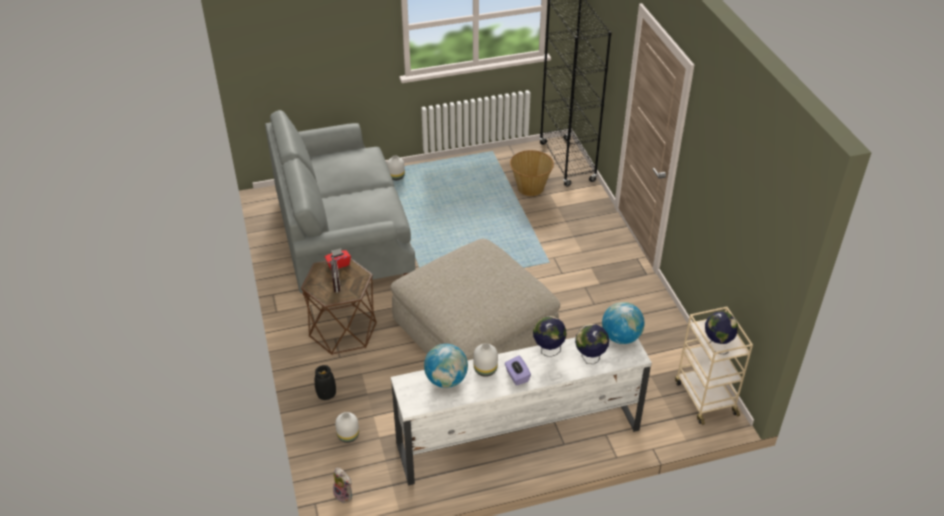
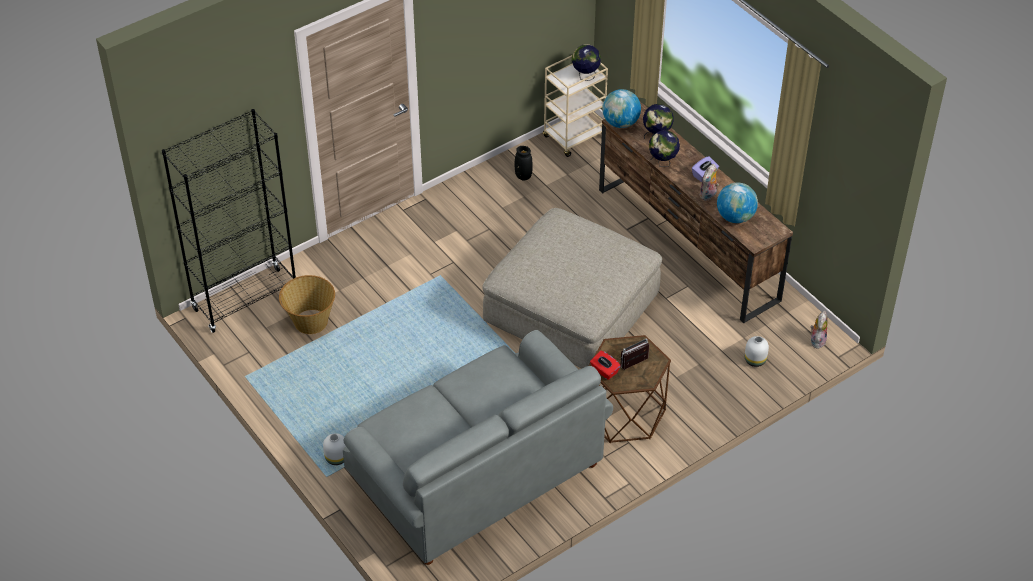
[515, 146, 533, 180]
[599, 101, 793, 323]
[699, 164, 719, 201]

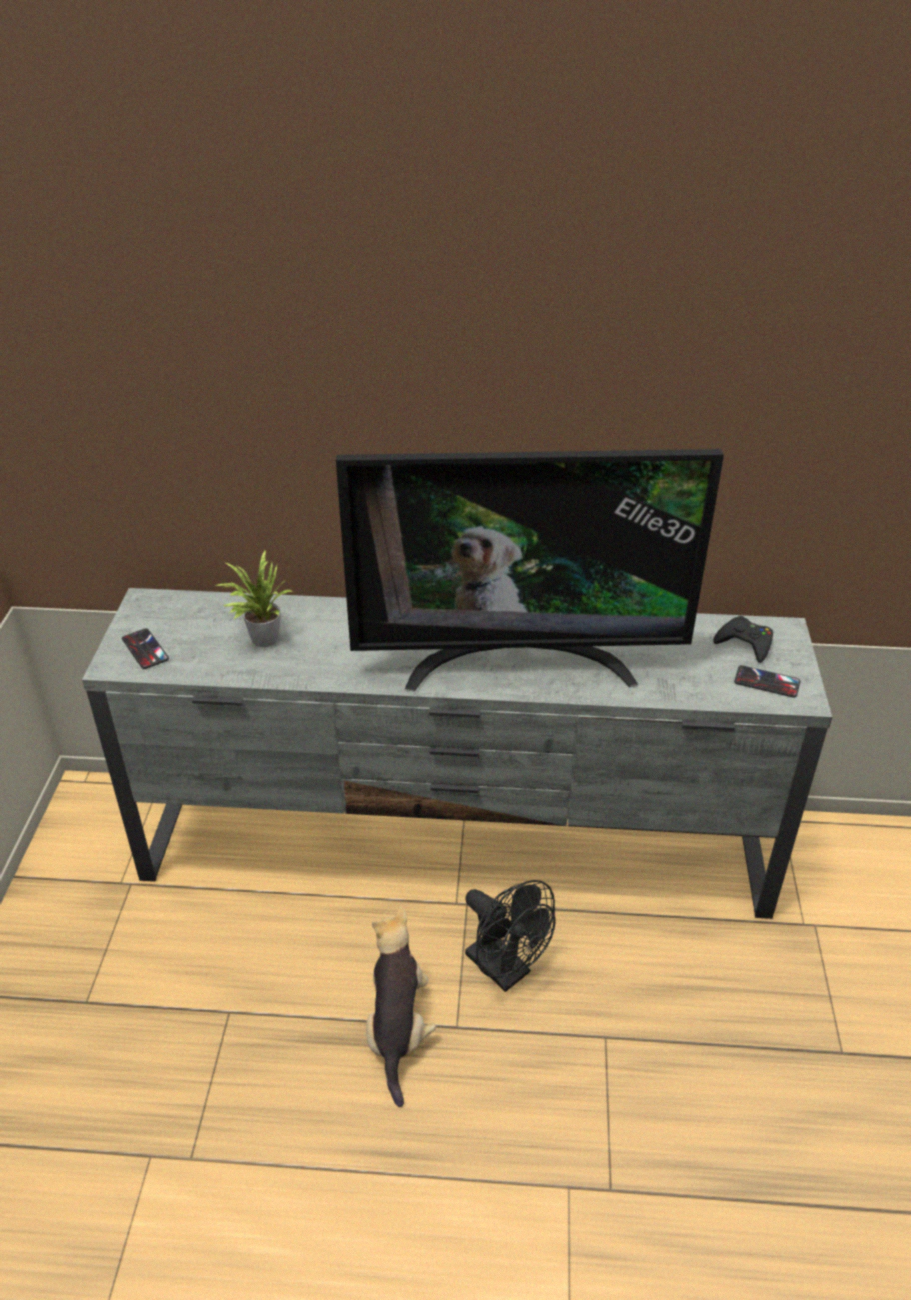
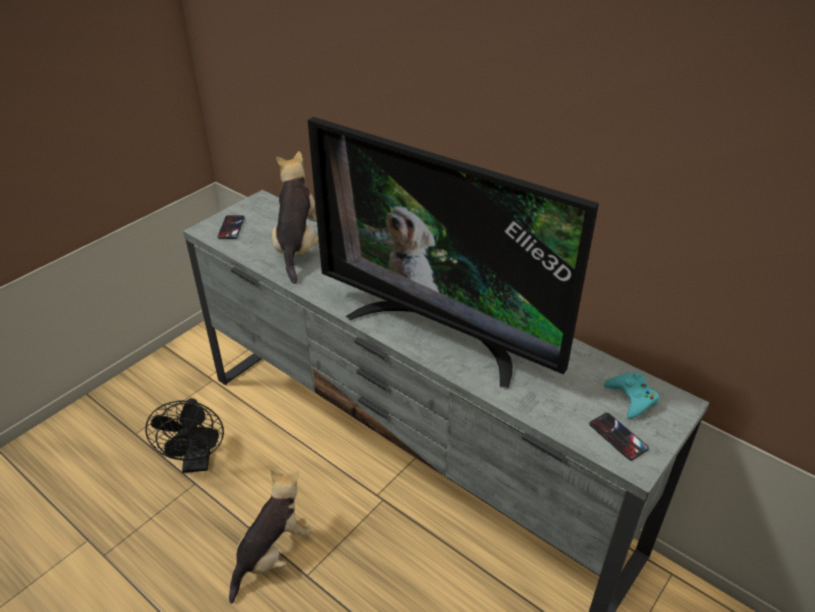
[145, 398, 224, 473]
[272, 151, 319, 284]
[604, 373, 659, 419]

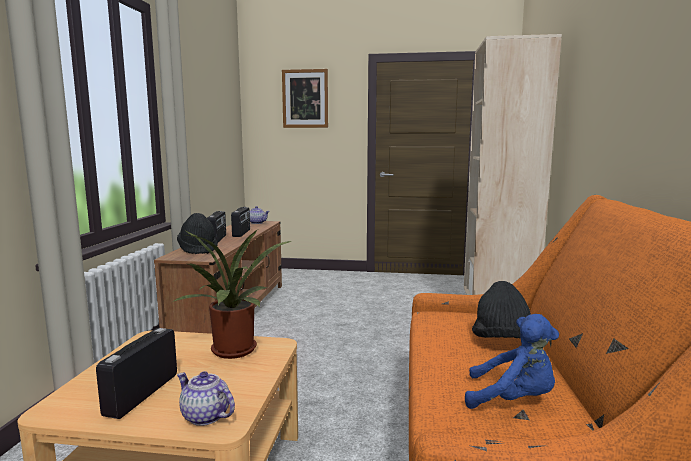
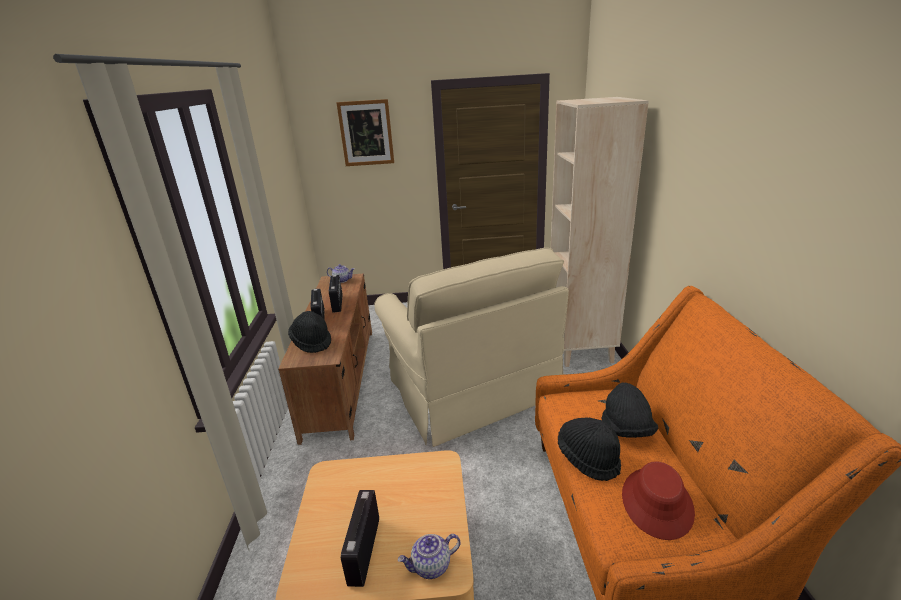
[374, 248, 569, 447]
[398, 534, 460, 579]
[558, 418, 621, 481]
[622, 461, 695, 540]
[173, 230, 291, 359] (first image)

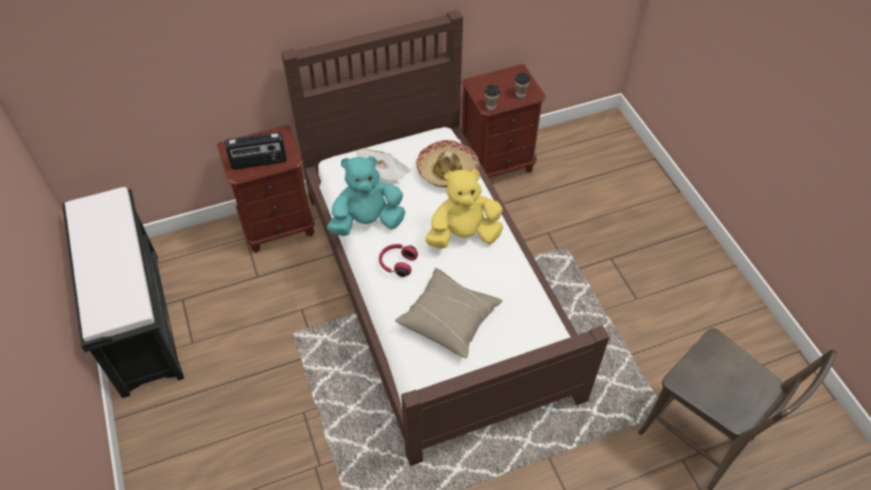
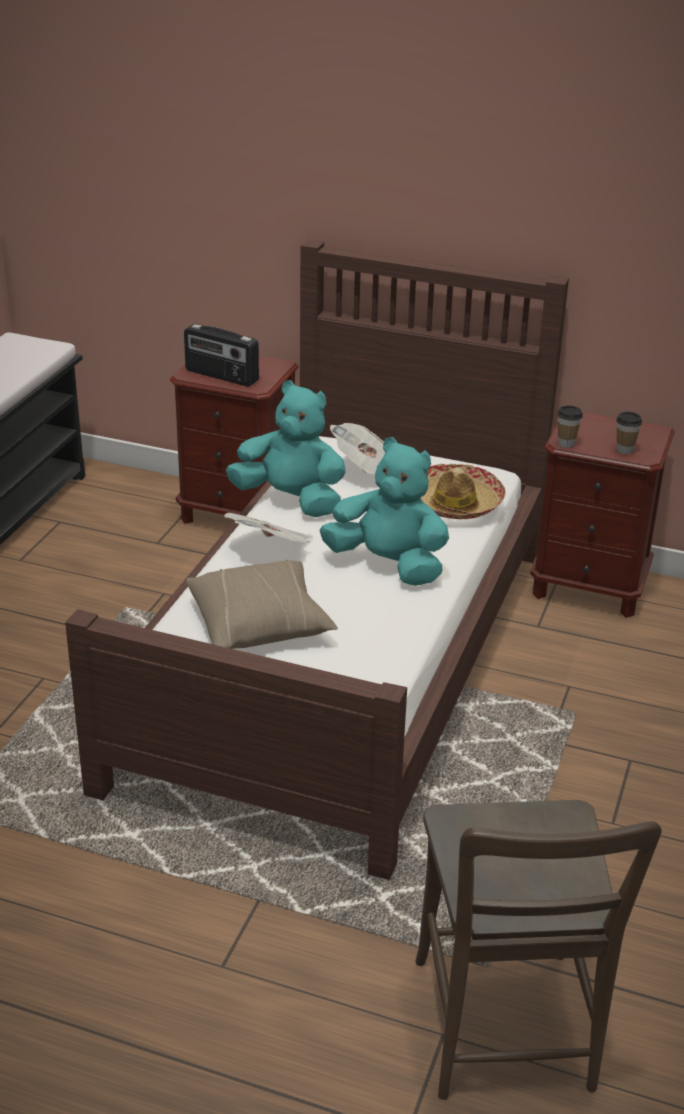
[224, 513, 313, 544]
[320, 437, 449, 586]

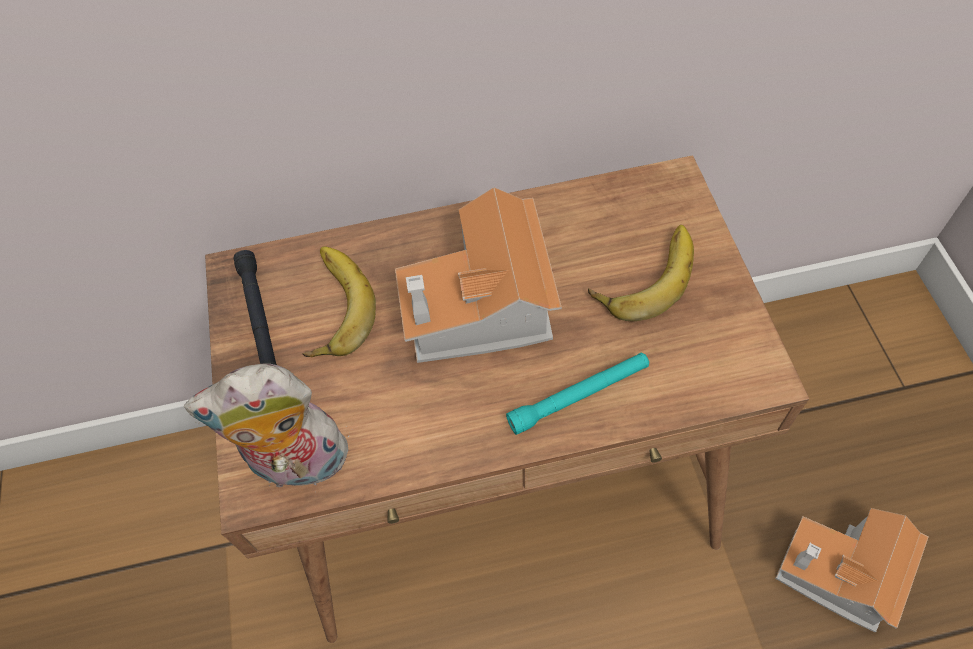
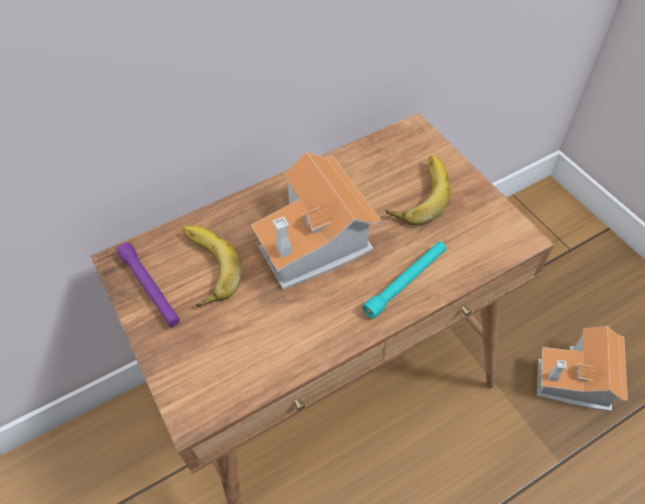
[117, 243, 180, 326]
[184, 363, 350, 492] (first image)

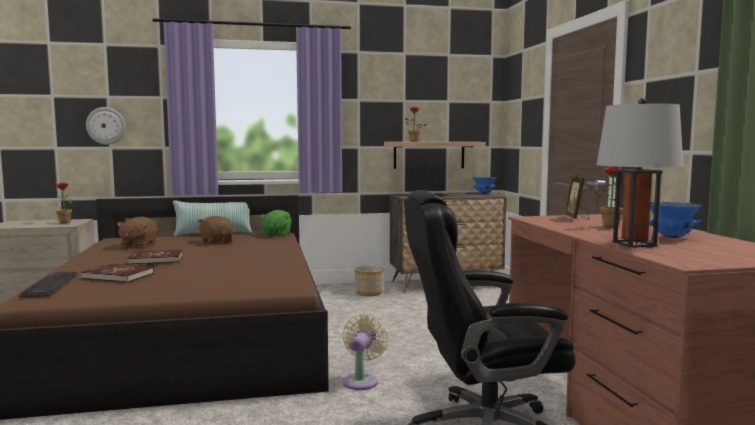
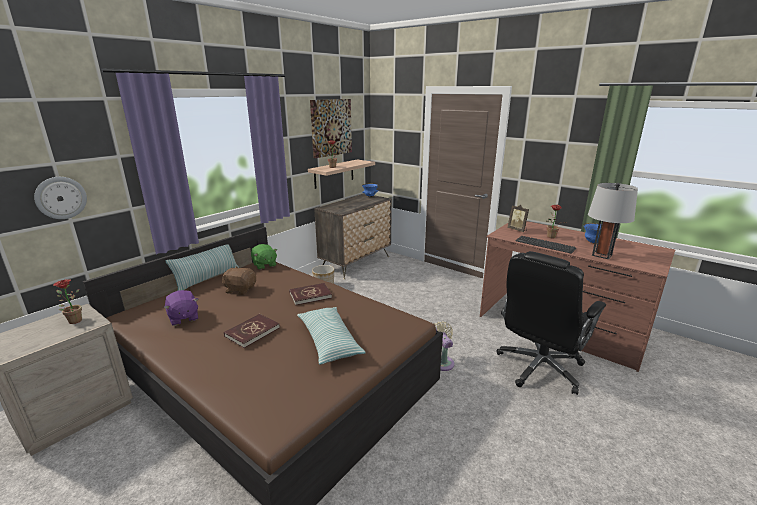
[164, 290, 198, 326]
[289, 283, 332, 305]
[297, 307, 366, 364]
[310, 99, 352, 158]
[516, 236, 576, 254]

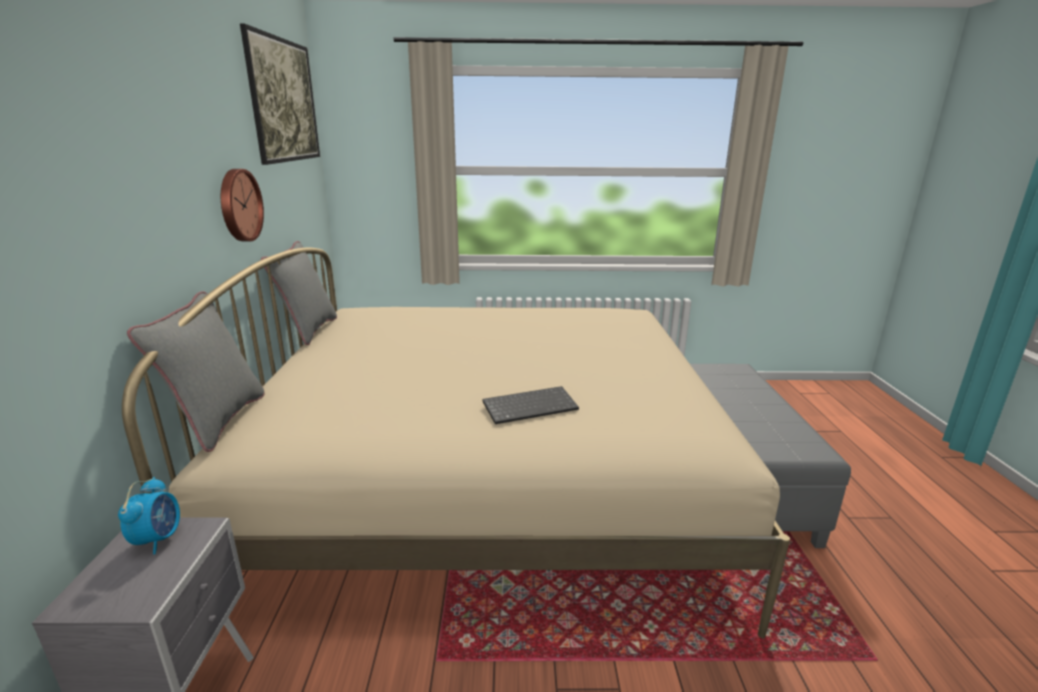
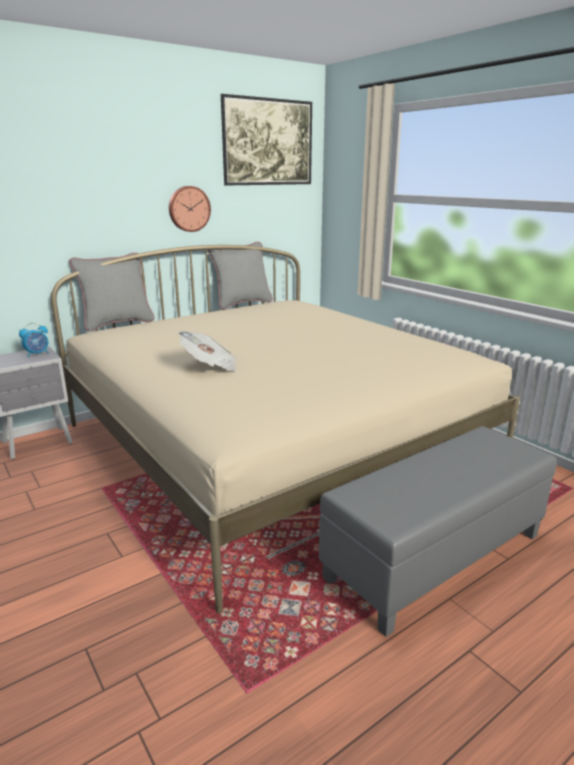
[178, 331, 237, 371]

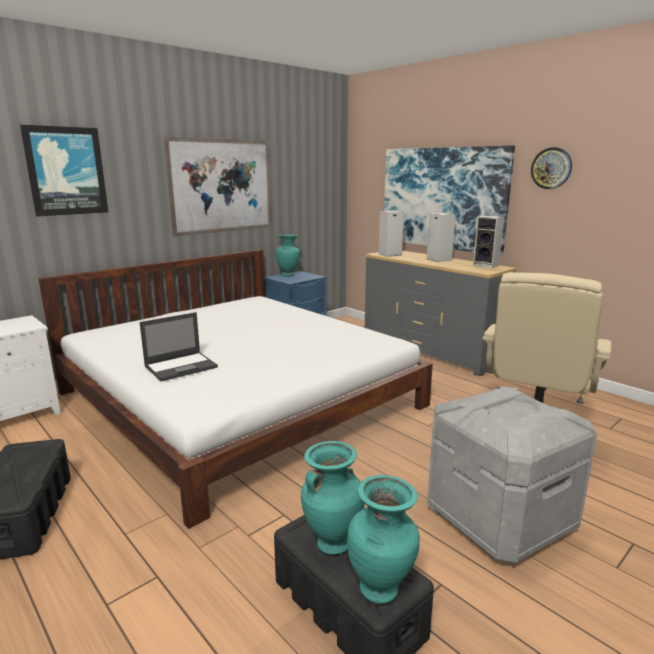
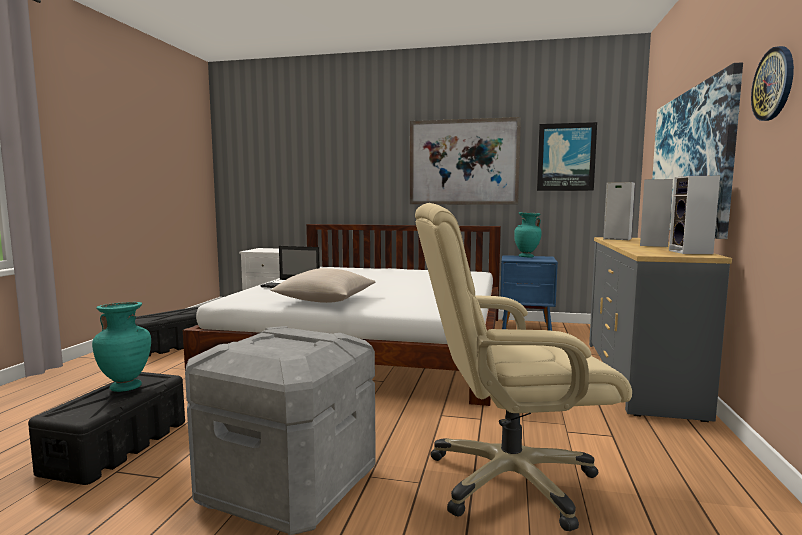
[270, 268, 375, 303]
[537, 122, 597, 191]
[347, 475, 420, 604] (first image)

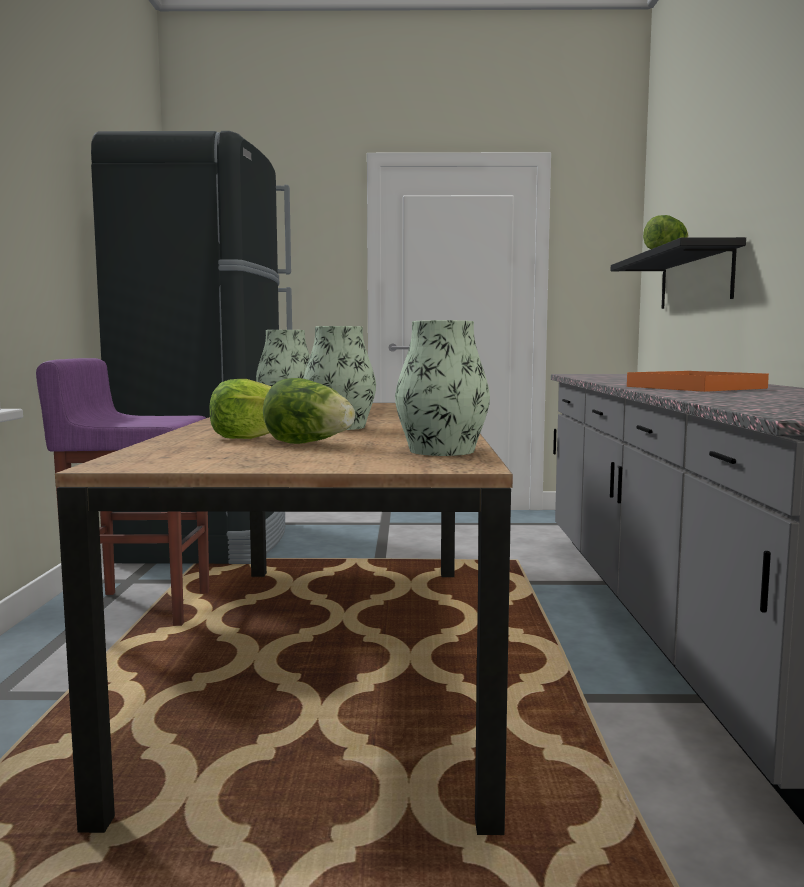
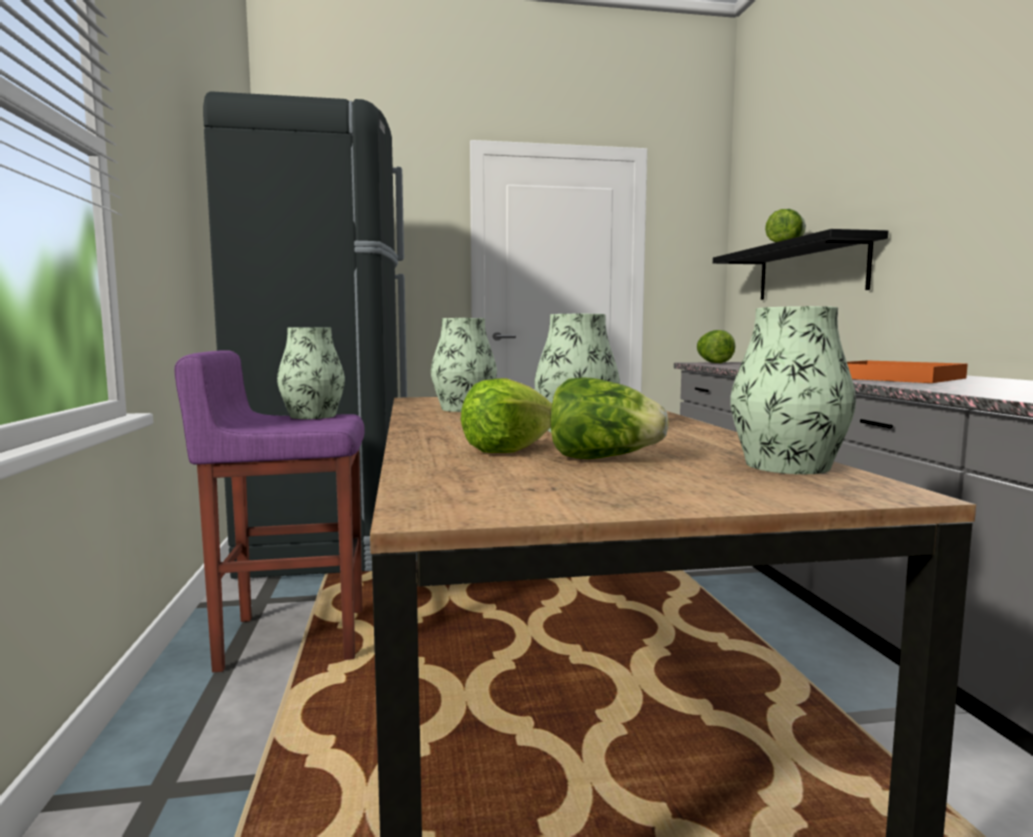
[277, 327, 345, 419]
[697, 330, 736, 363]

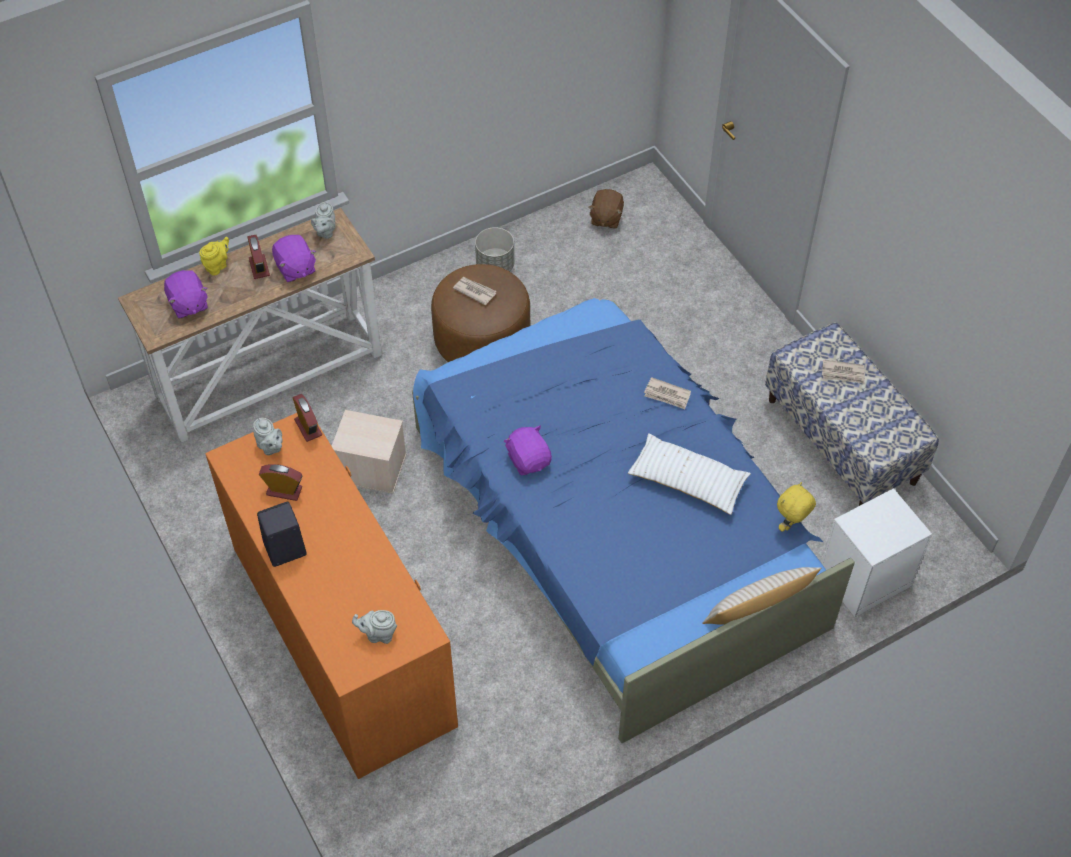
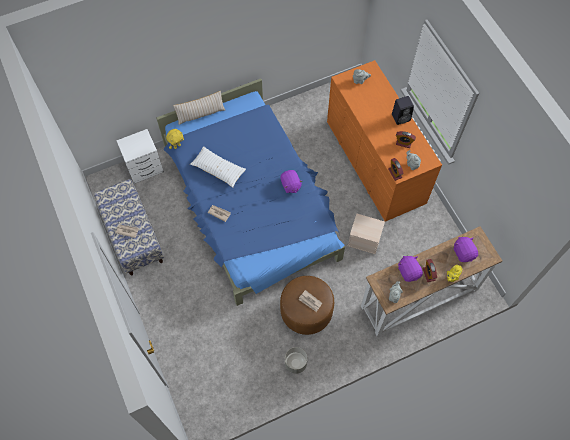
[588, 189, 624, 229] (first image)

